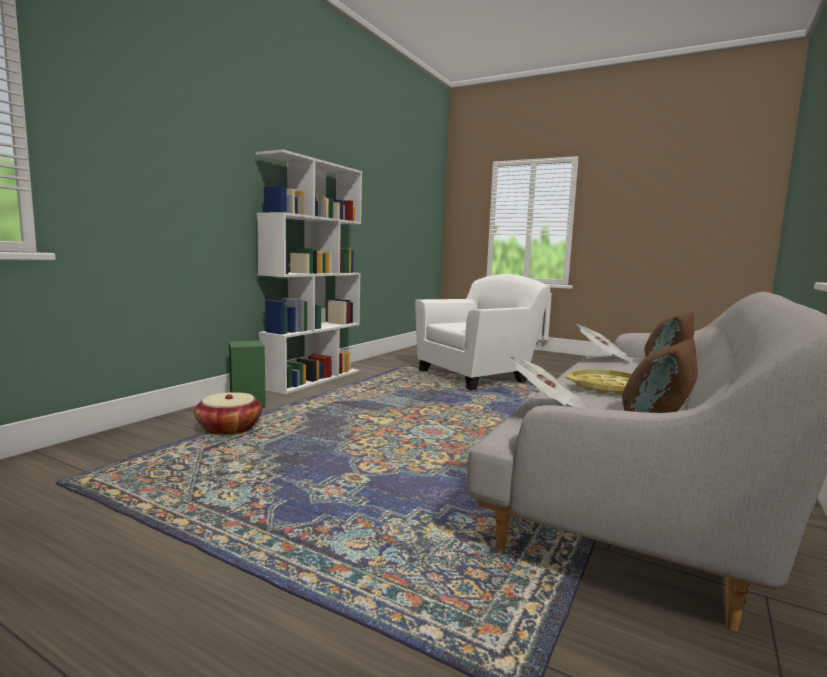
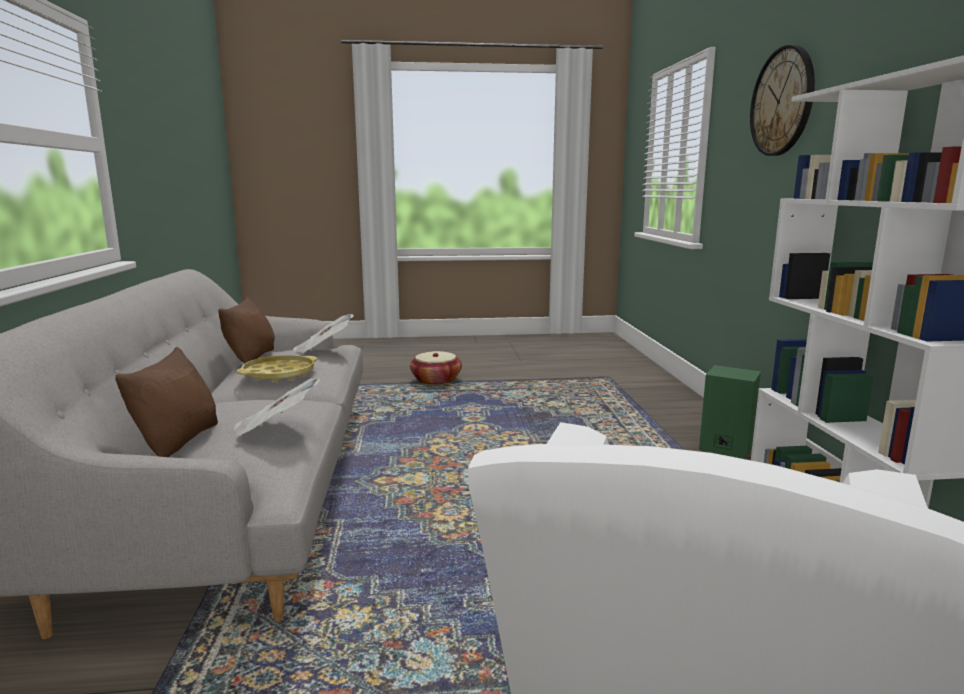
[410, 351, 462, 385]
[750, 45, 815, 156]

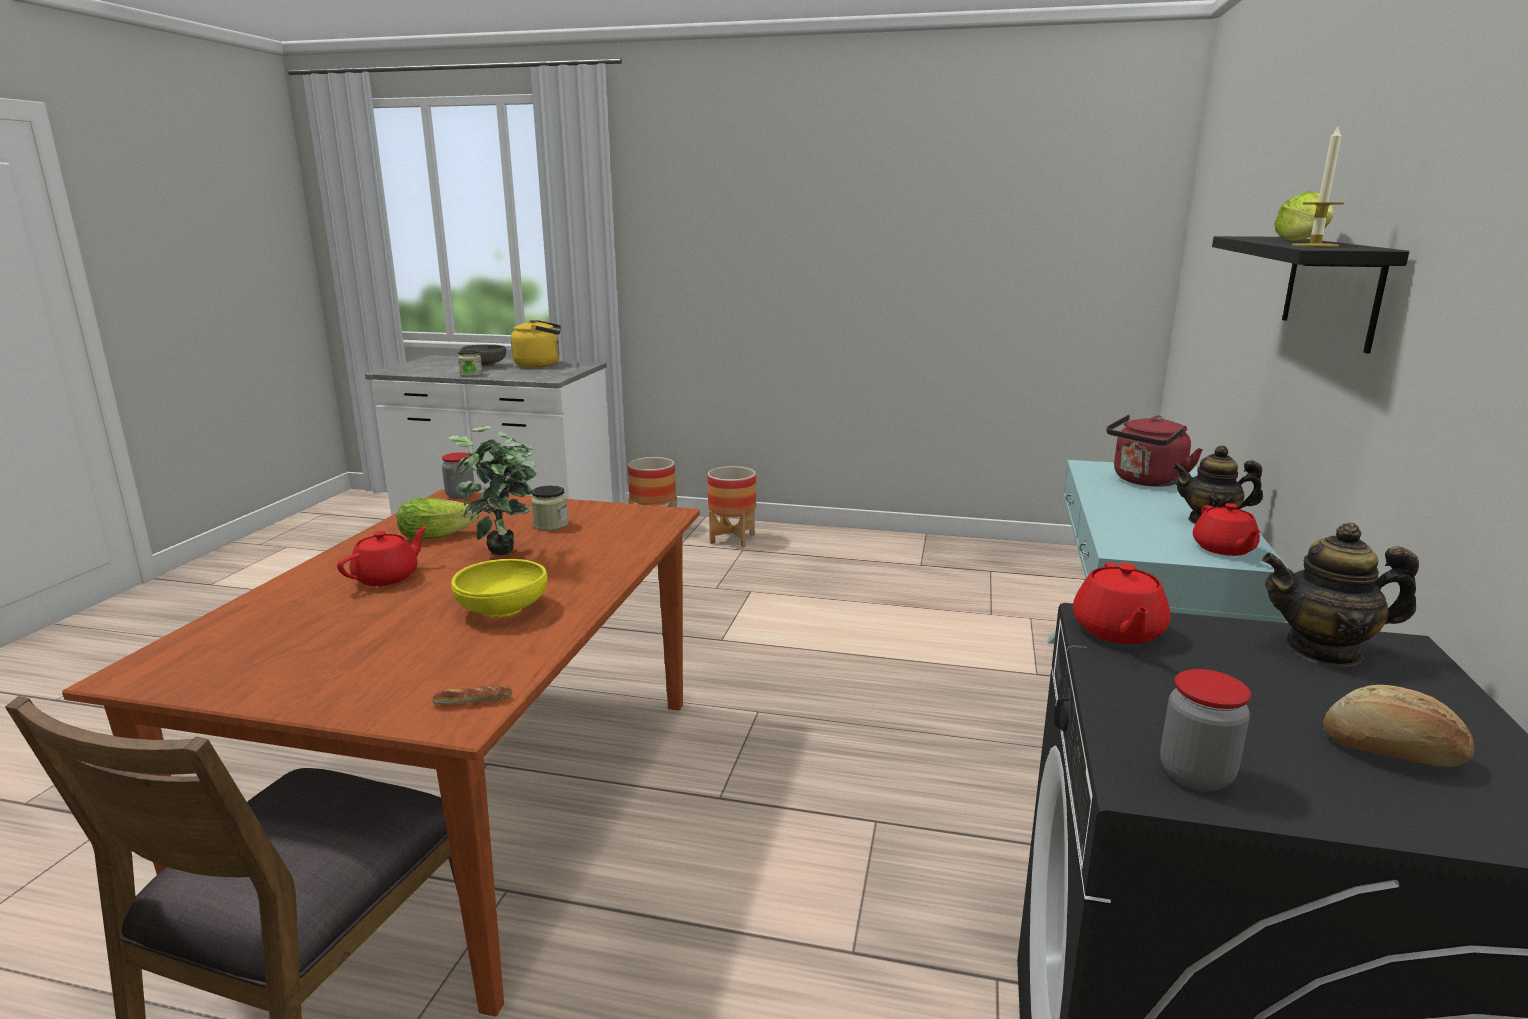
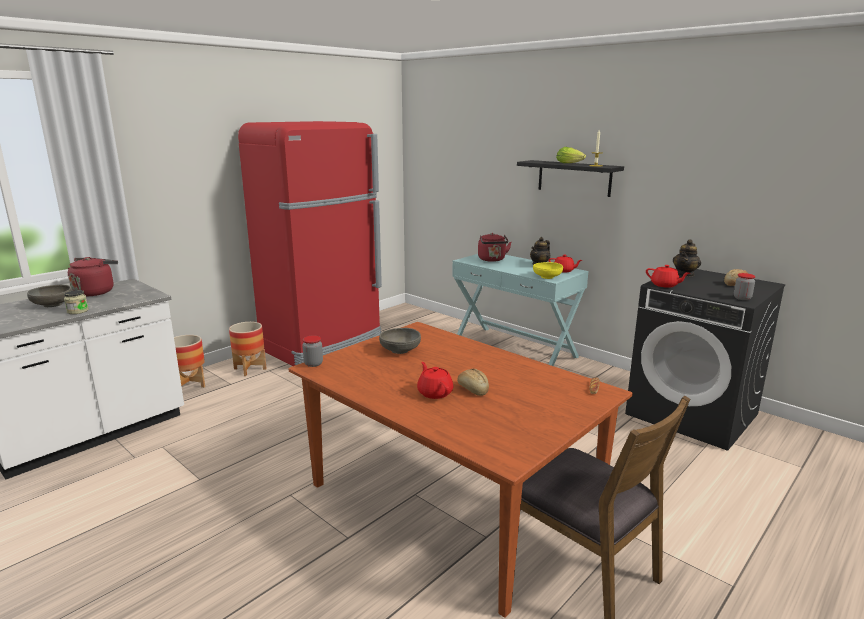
[68, 257, 118, 296]
[238, 121, 382, 366]
[379, 328, 421, 354]
[457, 368, 489, 396]
[533, 262, 563, 279]
[397, 498, 480, 539] (first image)
[448, 426, 537, 556] (first image)

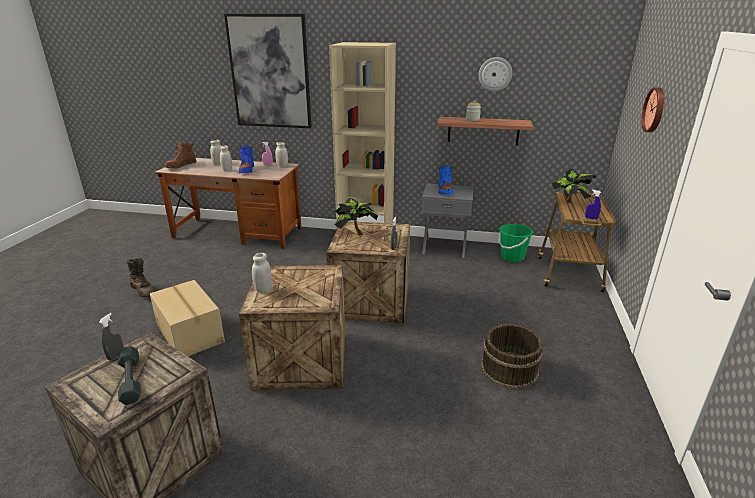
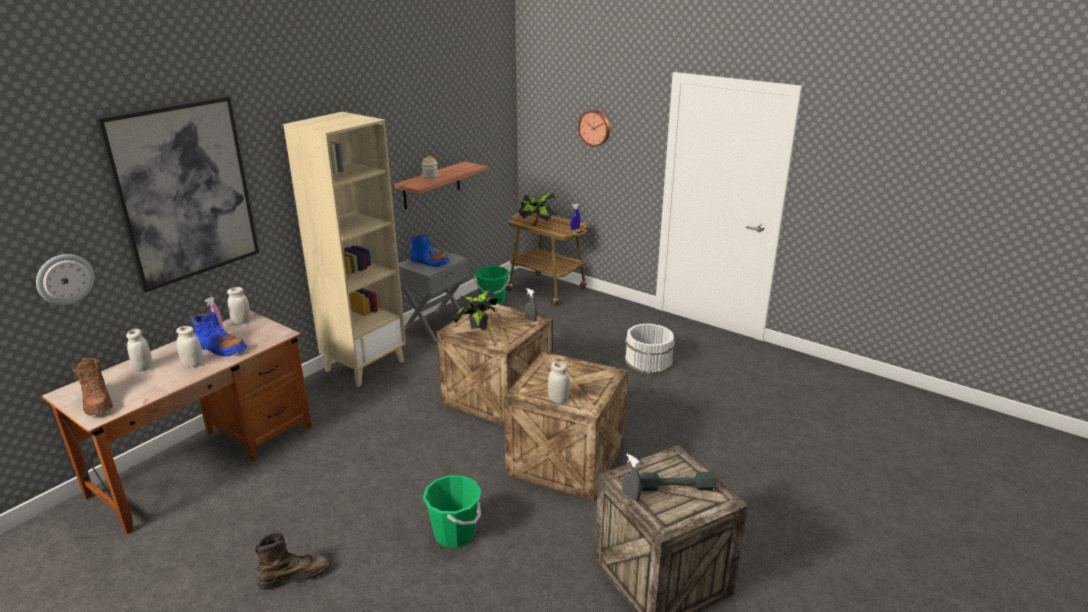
[36, 254, 94, 305]
[423, 475, 481, 548]
[624, 323, 675, 374]

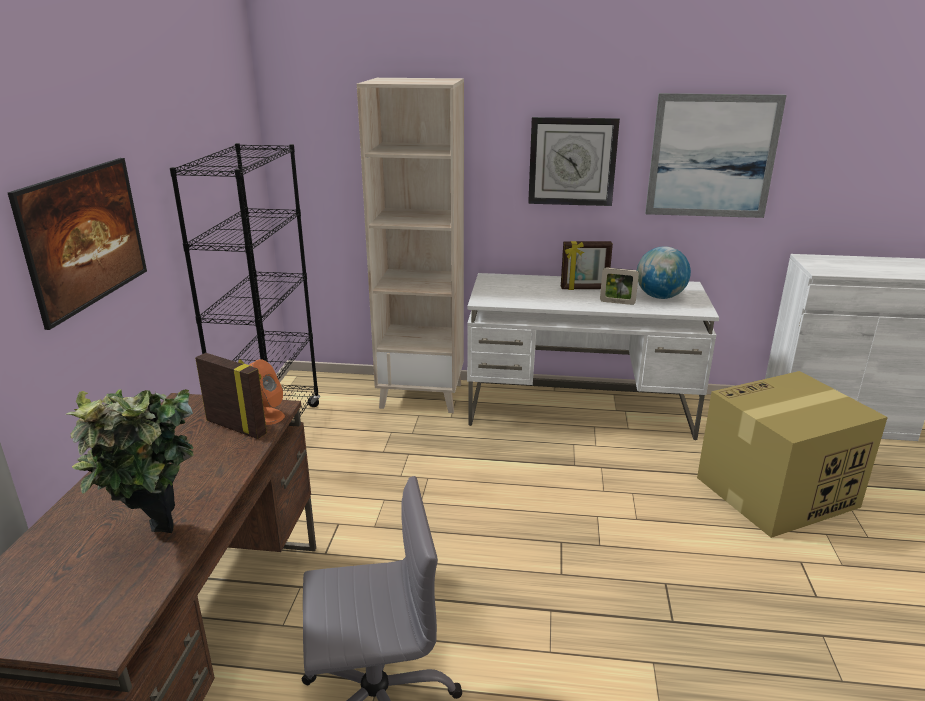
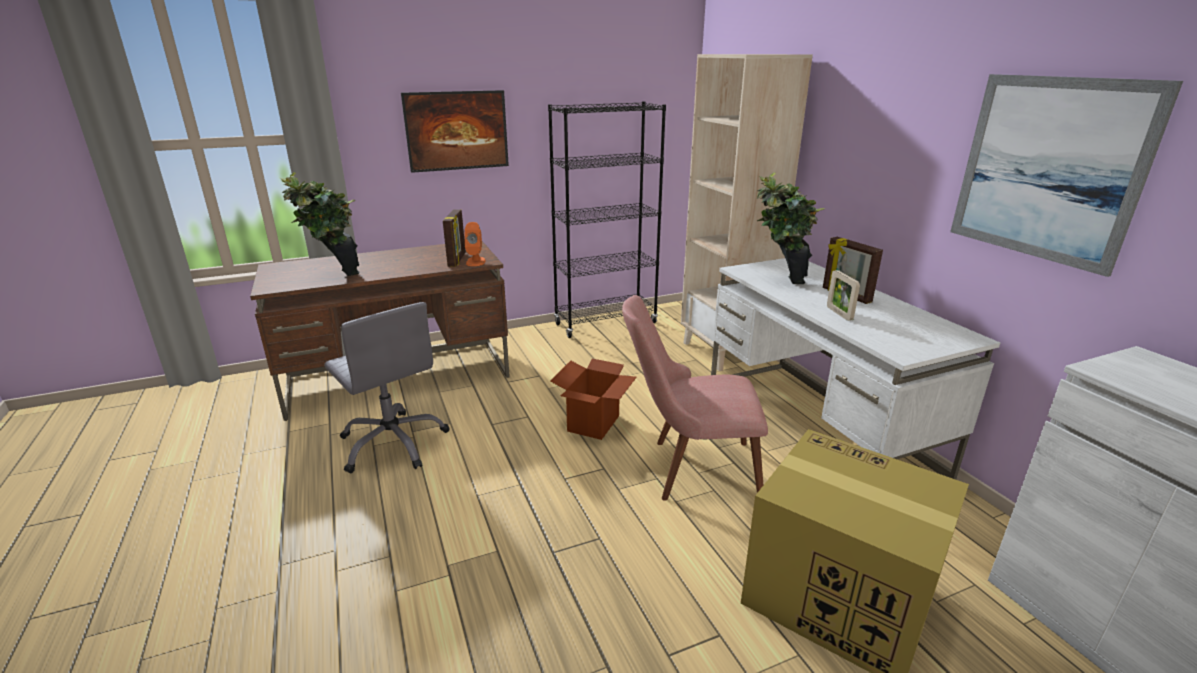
[550, 359, 637, 440]
[622, 295, 768, 500]
[757, 172, 825, 284]
[528, 117, 620, 206] (first image)
[637, 246, 691, 299] (first image)

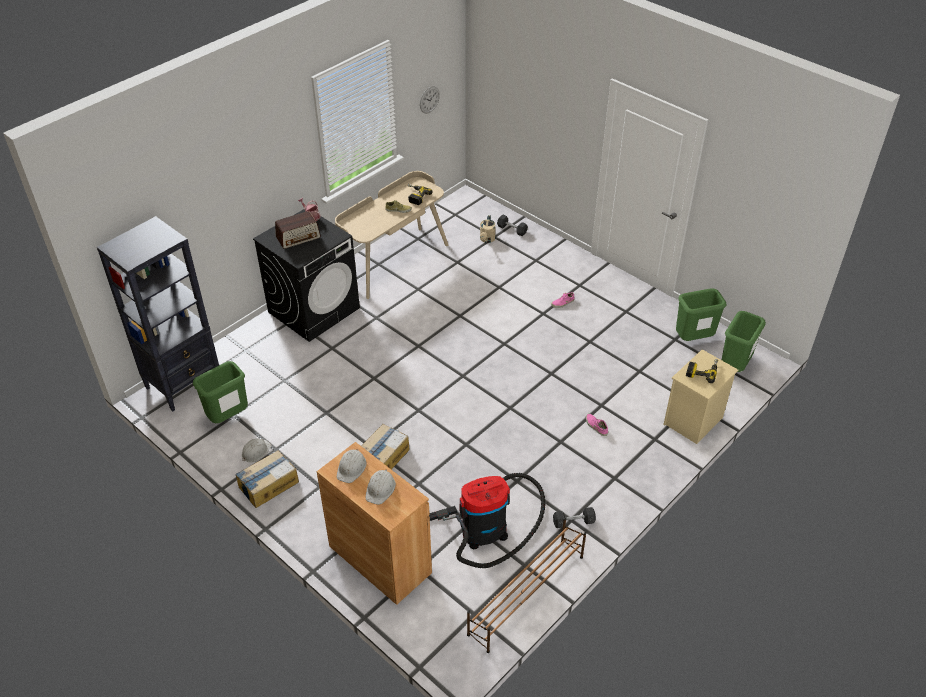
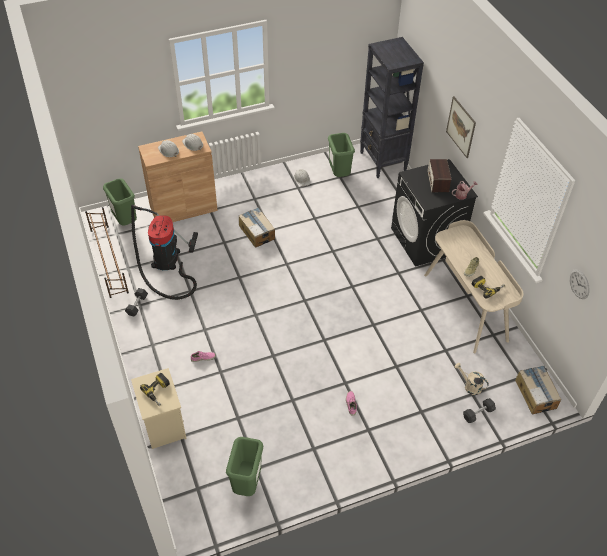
[103, 178, 137, 226]
[446, 96, 476, 158]
[515, 365, 561, 414]

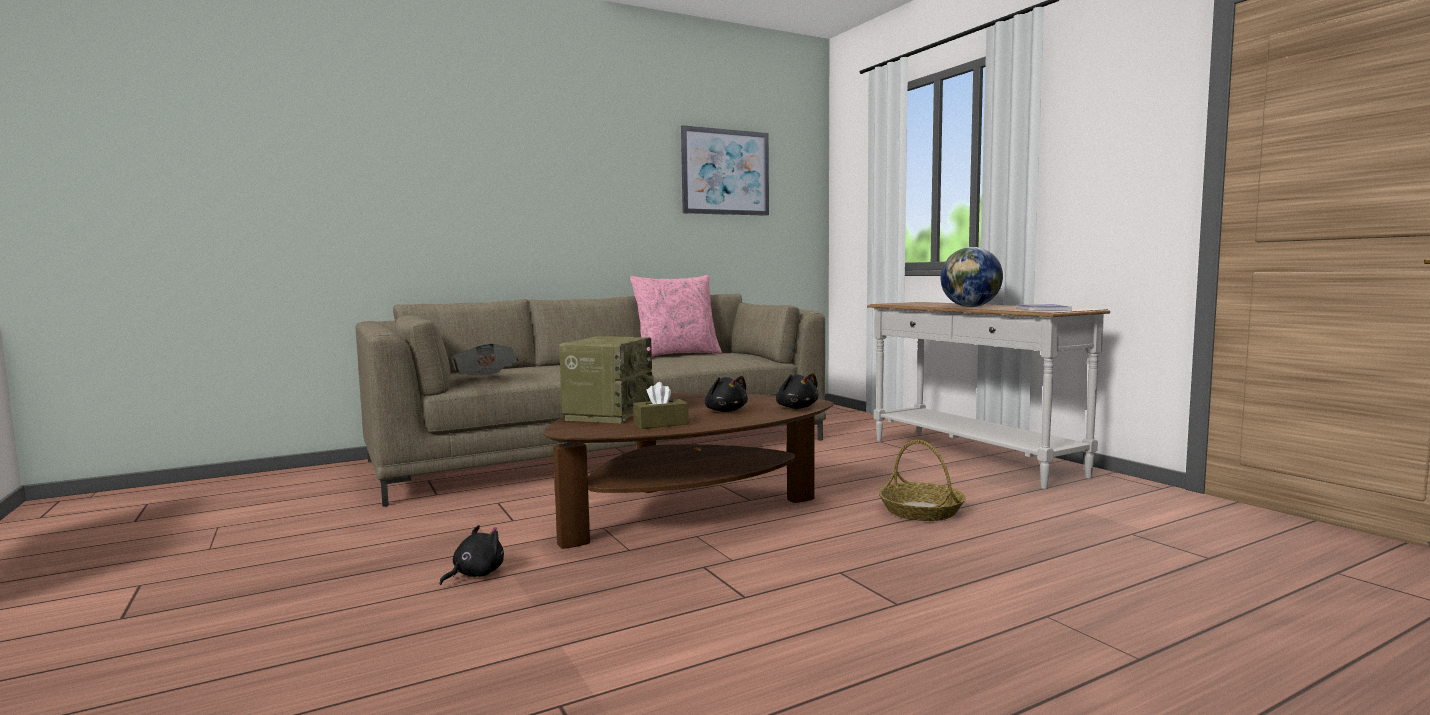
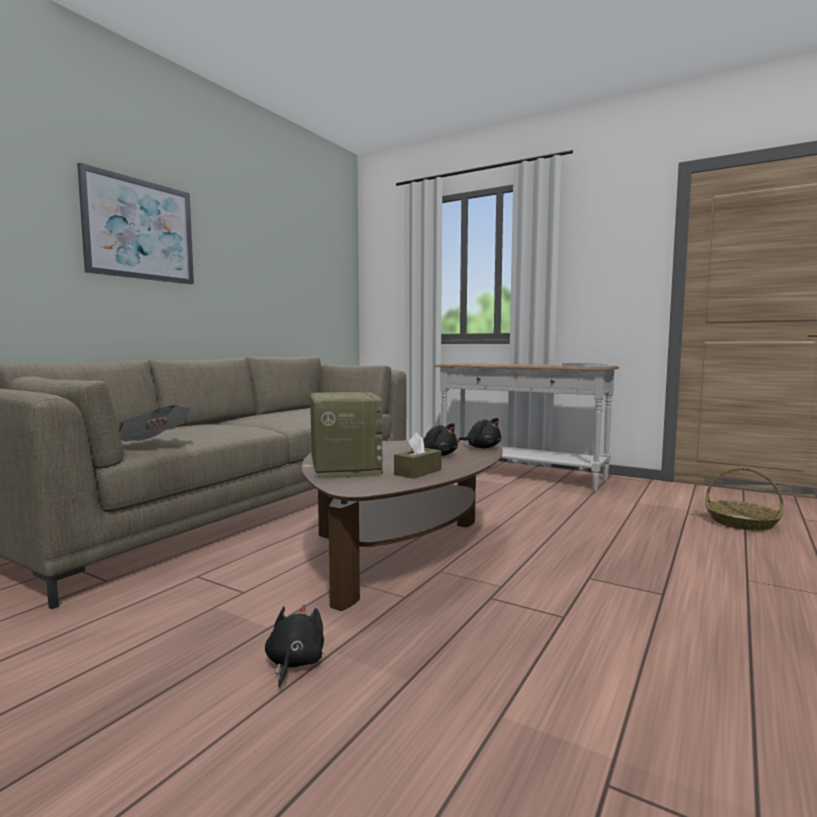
[77, 163, 194, 284]
[705, 467, 783, 531]
[630, 275, 722, 356] (first image)
[941, 247, 1003, 307] (first image)

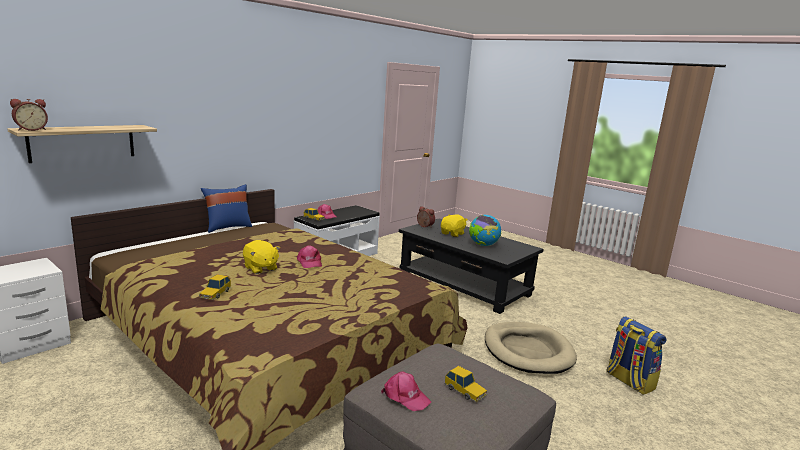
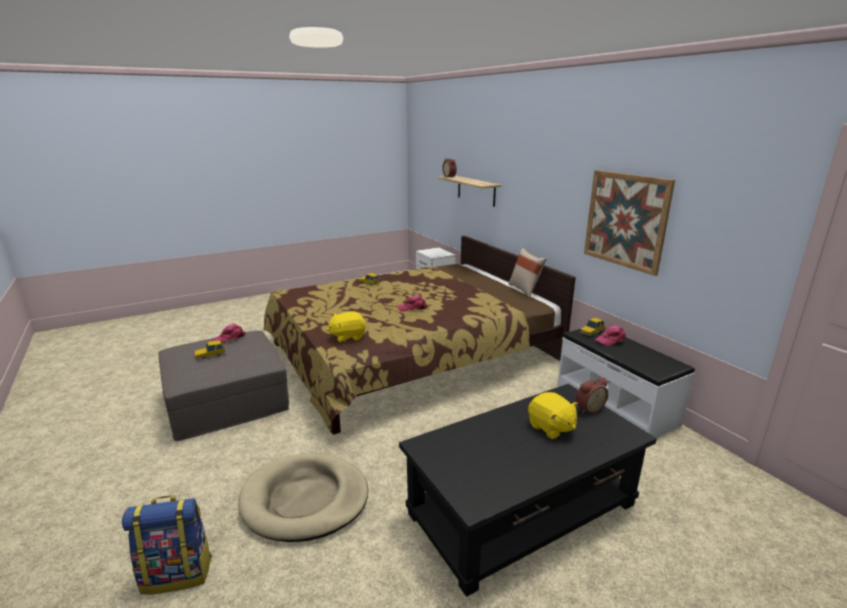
[326, 312, 366, 343]
[508, 248, 546, 298]
[584, 170, 675, 276]
[469, 215, 501, 246] (first image)

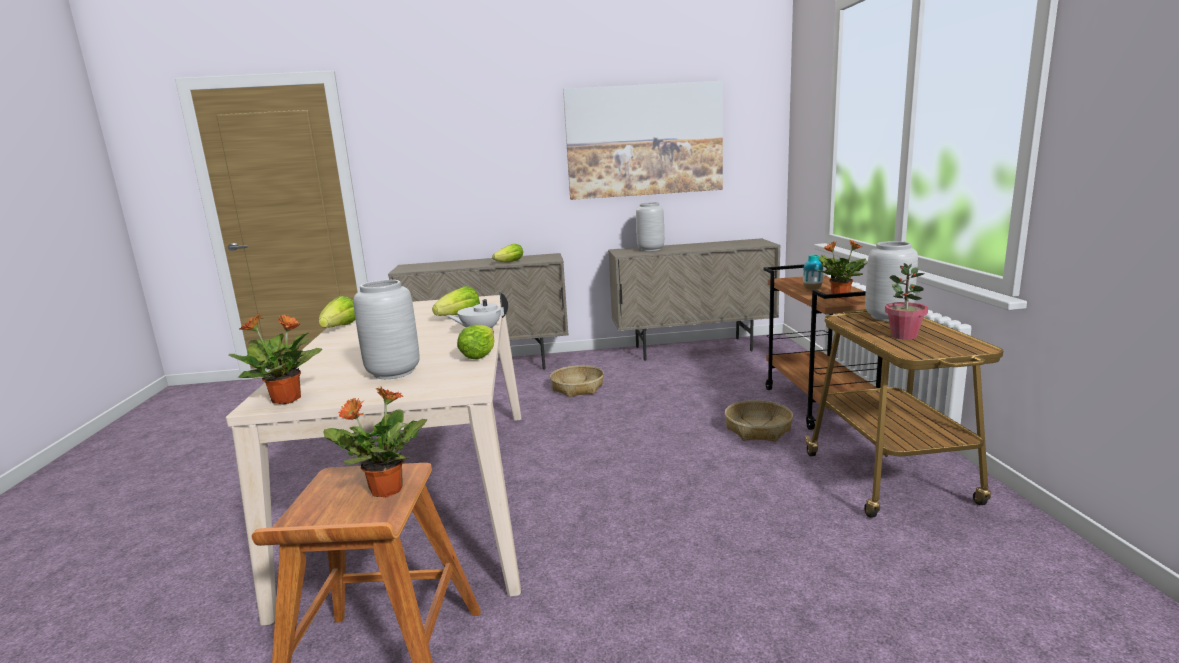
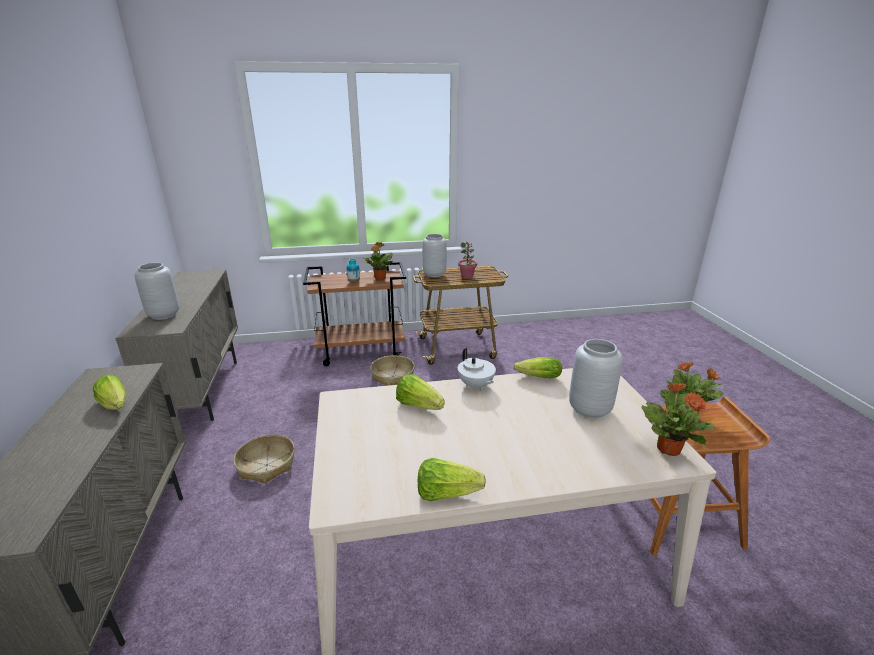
[563, 81, 723, 200] (first image)

